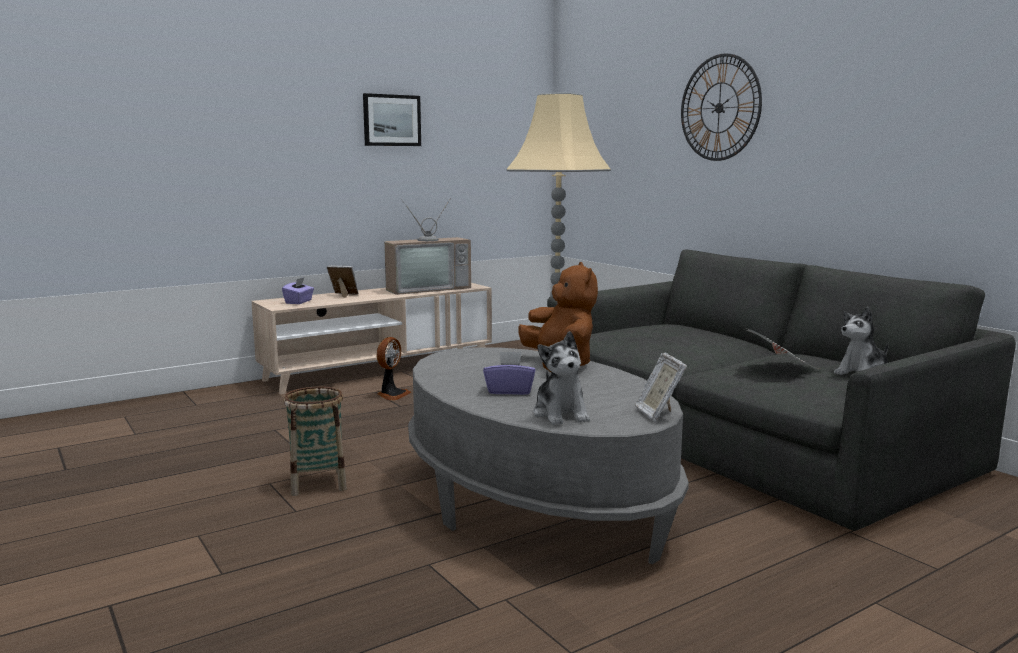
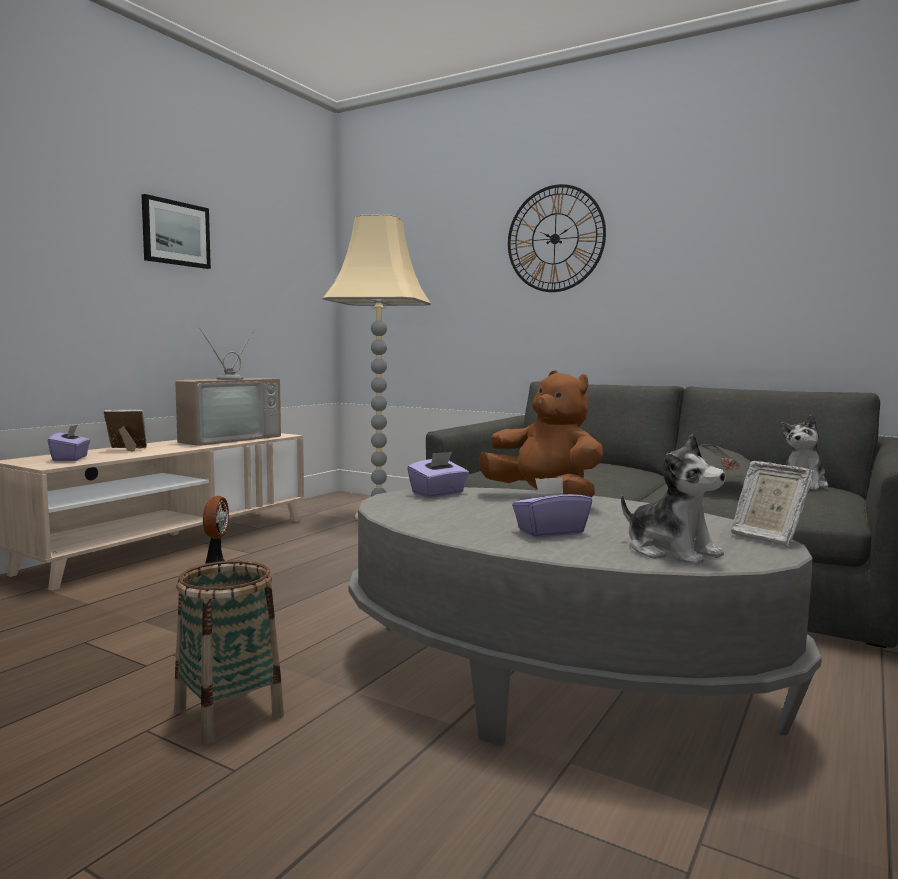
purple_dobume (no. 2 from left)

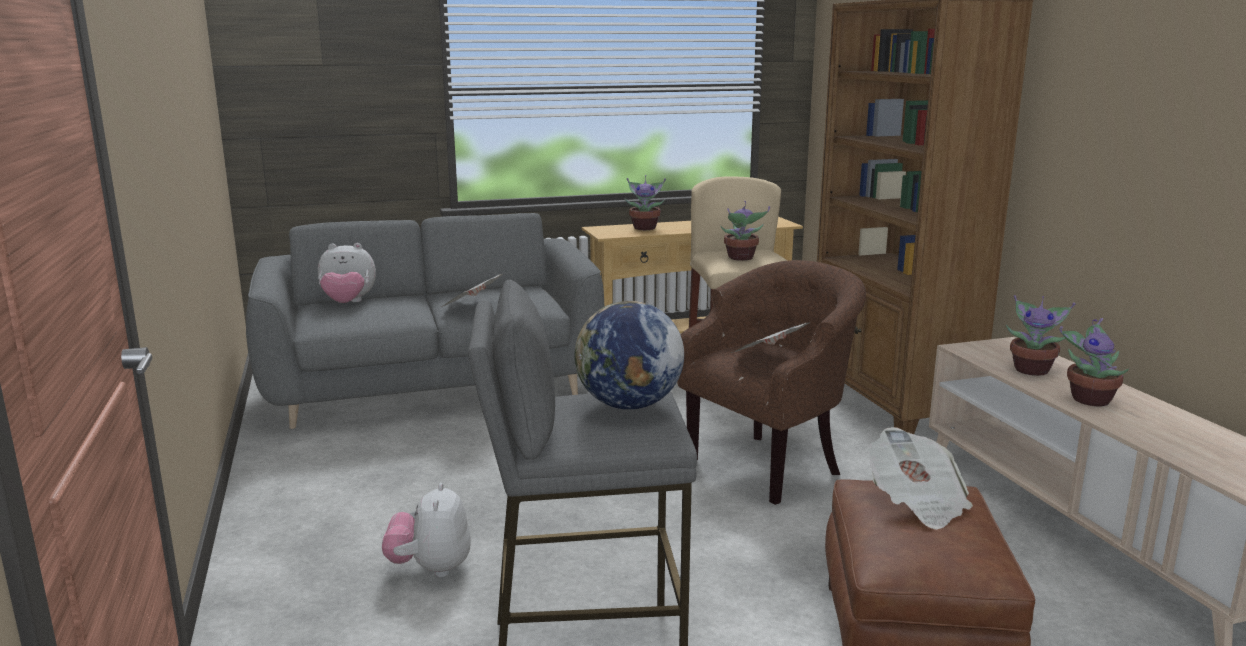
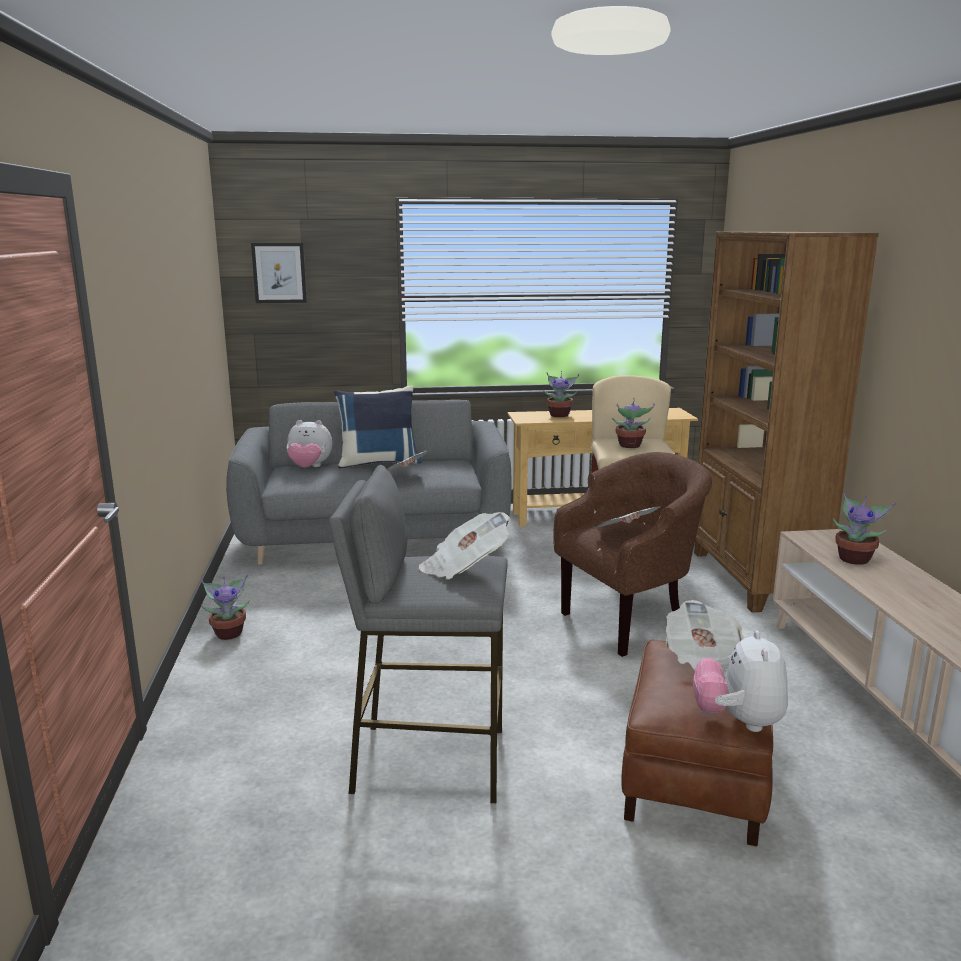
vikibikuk (no. 2 from left); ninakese (no. 1 from left); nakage (no. 2 from left); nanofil; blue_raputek

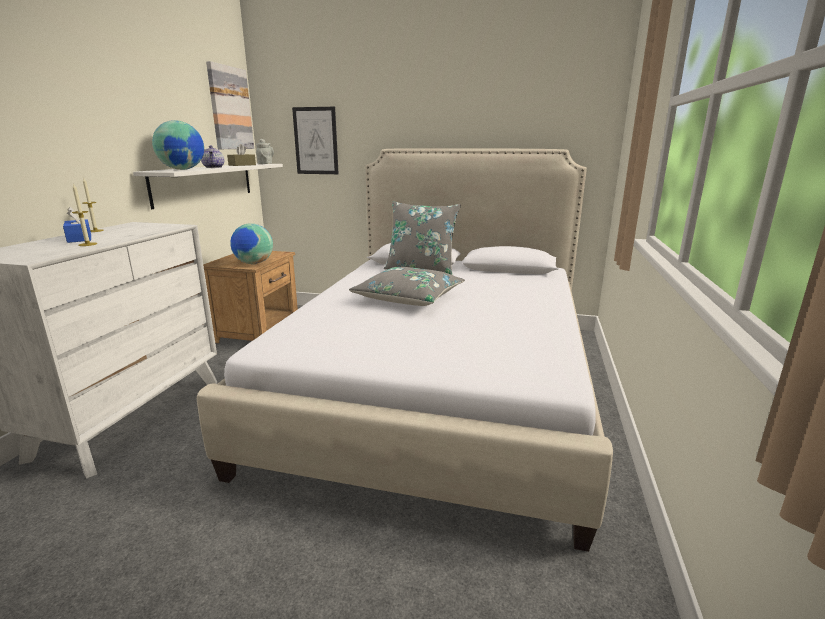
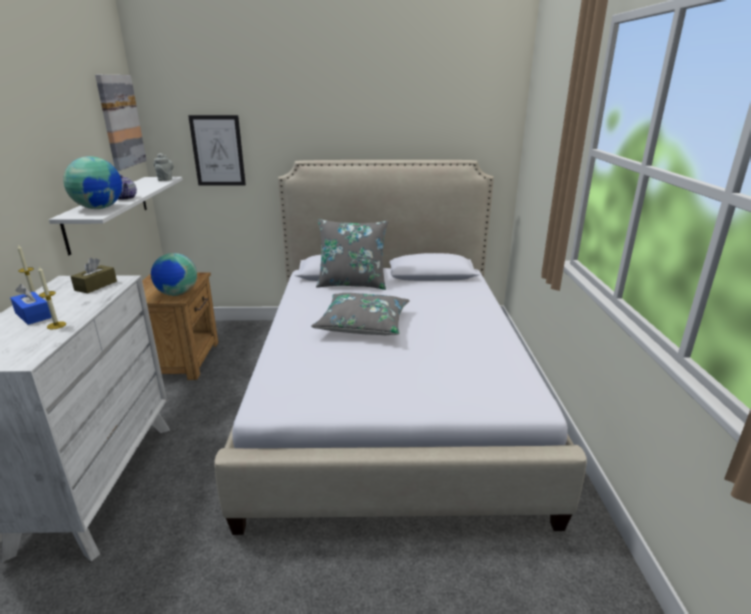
brown_dobume

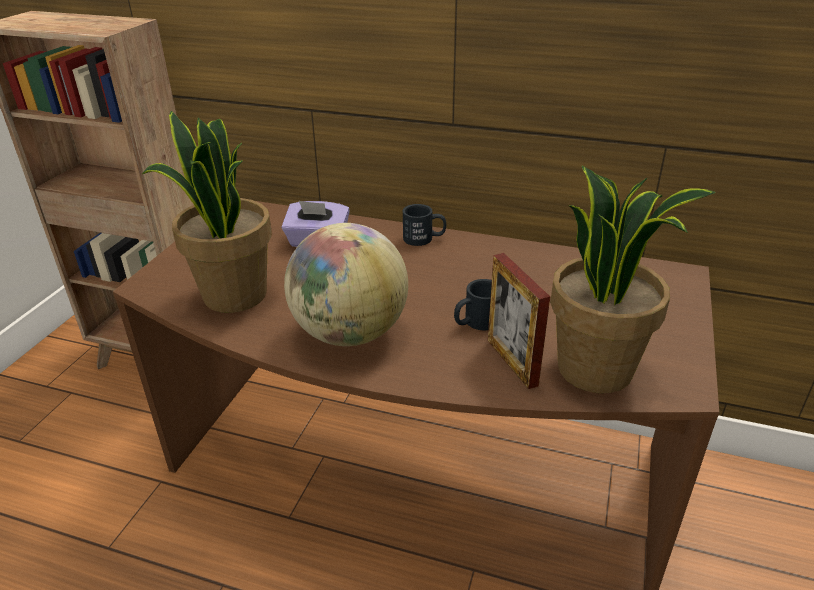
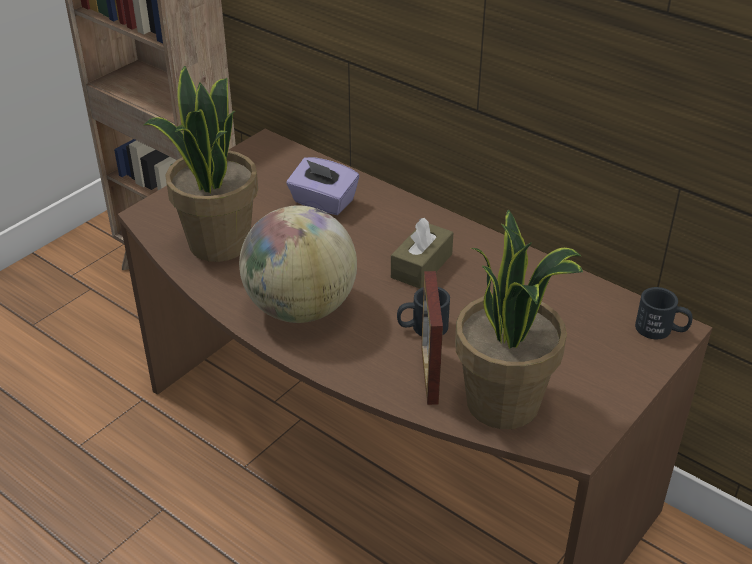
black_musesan (no. 2 from left); brown_dobume

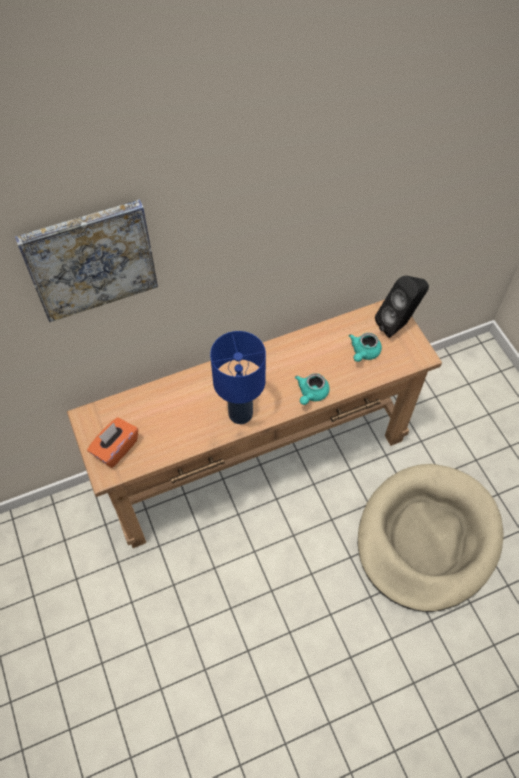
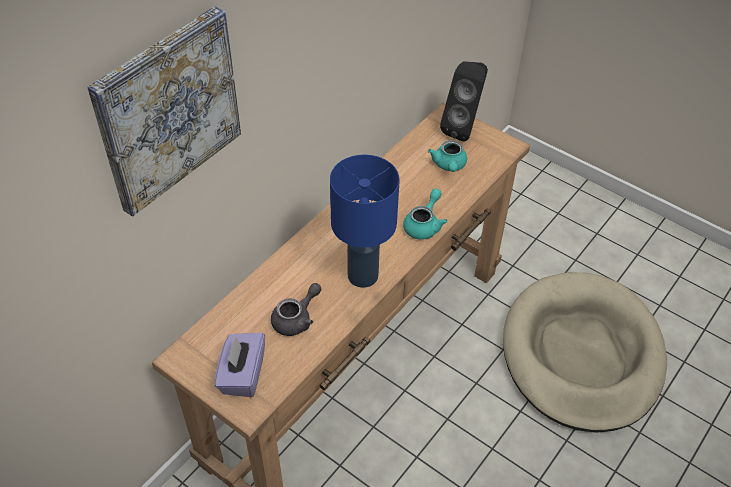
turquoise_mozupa (no. 1 from left); purple_dobume; grey_mozupa

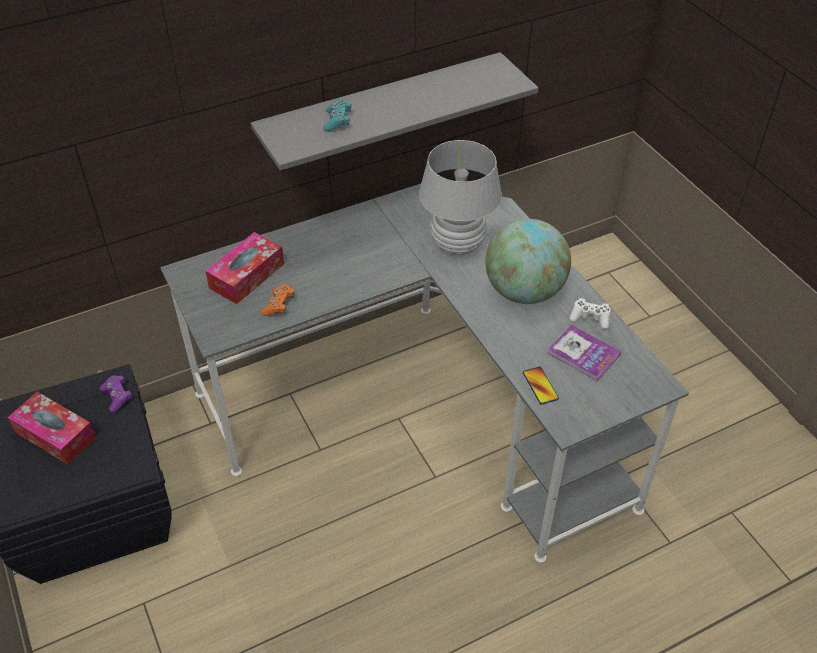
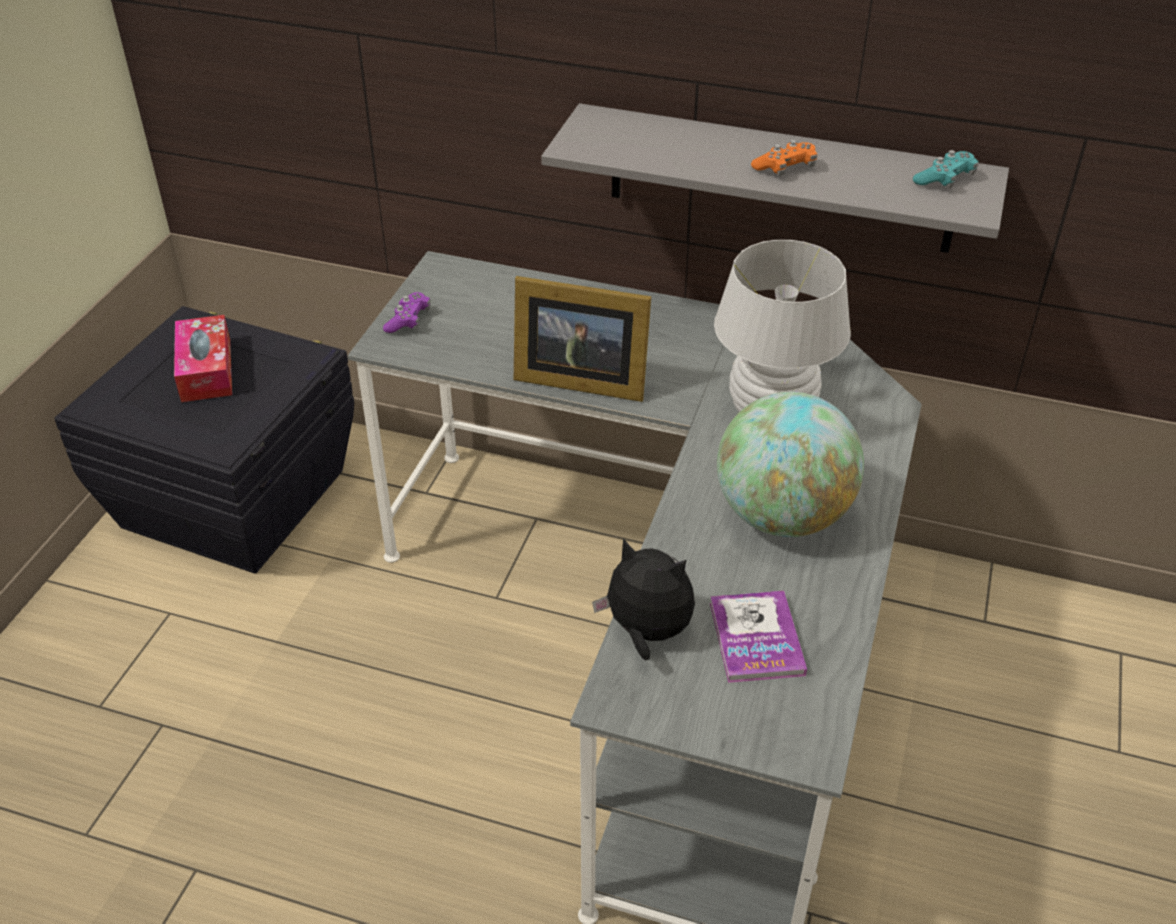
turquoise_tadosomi; dobume (no. 2 from left in the first image); orange_tadosomi; white_tadosomi; nakage; purple_tadosomi; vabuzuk

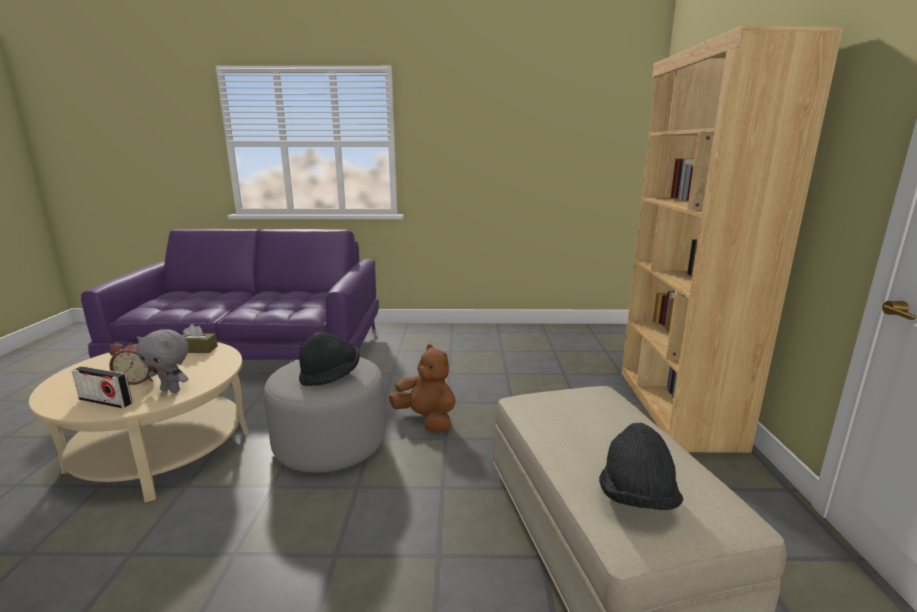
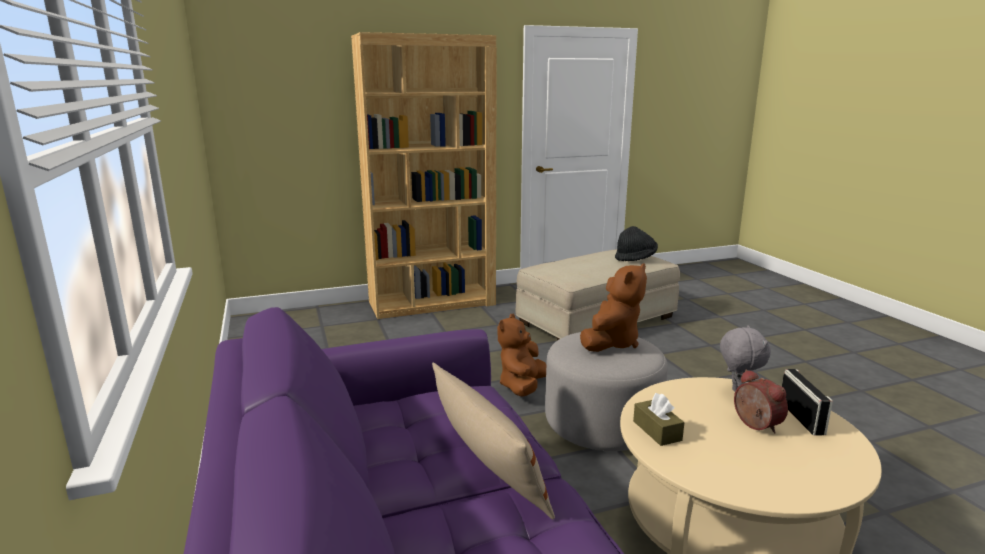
brown_nakage (no. 2 from left); beige_raputek

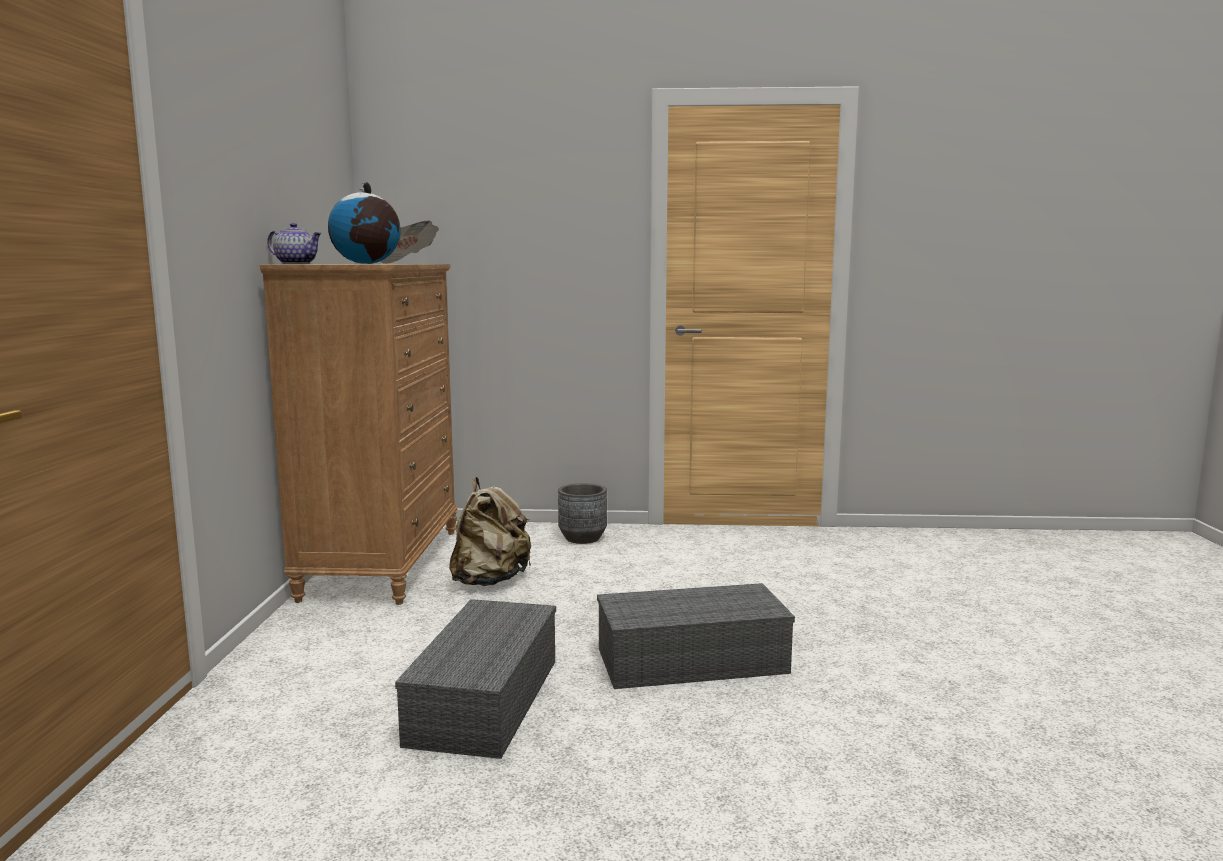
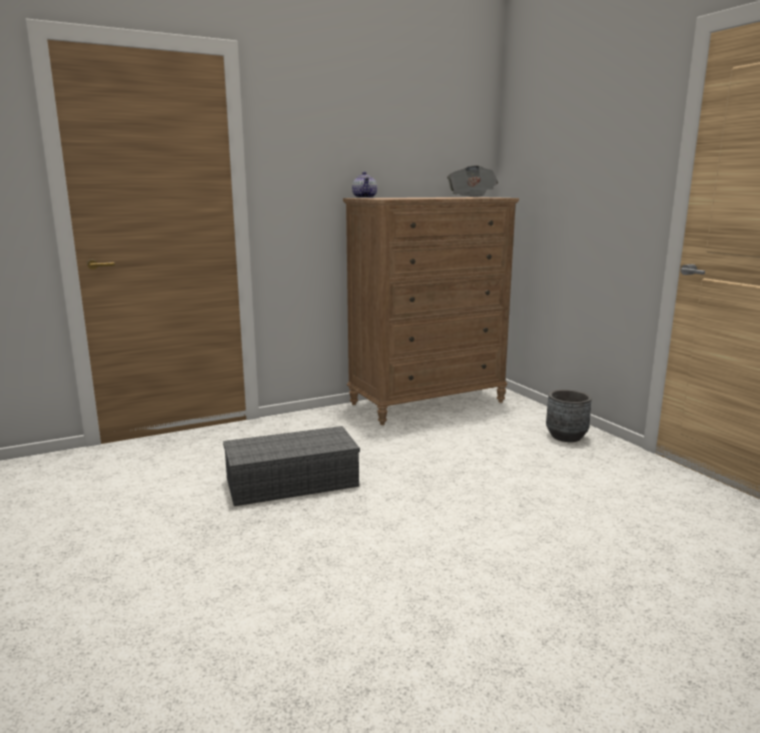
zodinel; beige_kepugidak; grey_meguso (no. 2 from left in the first image)

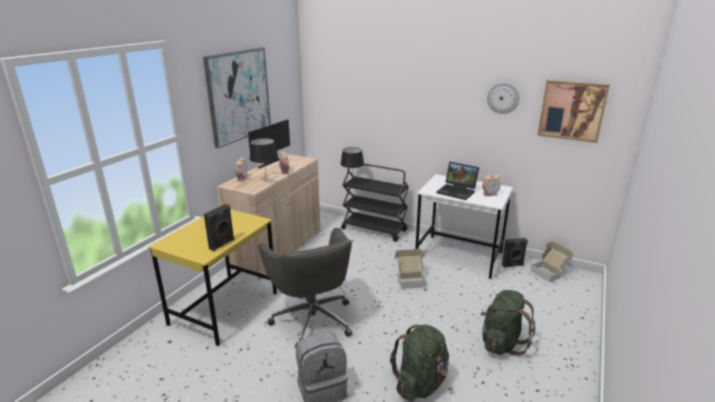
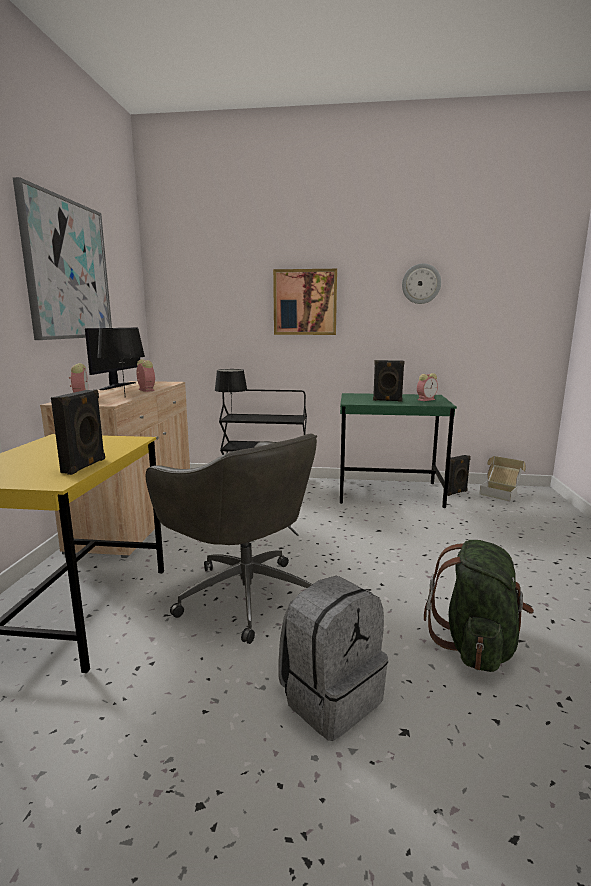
nanofil (no. 2 from left); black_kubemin (no. 2 from left); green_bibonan; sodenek (no. 1 from left in the first image); green_kepugidak (no. 2 from left in the first image)

